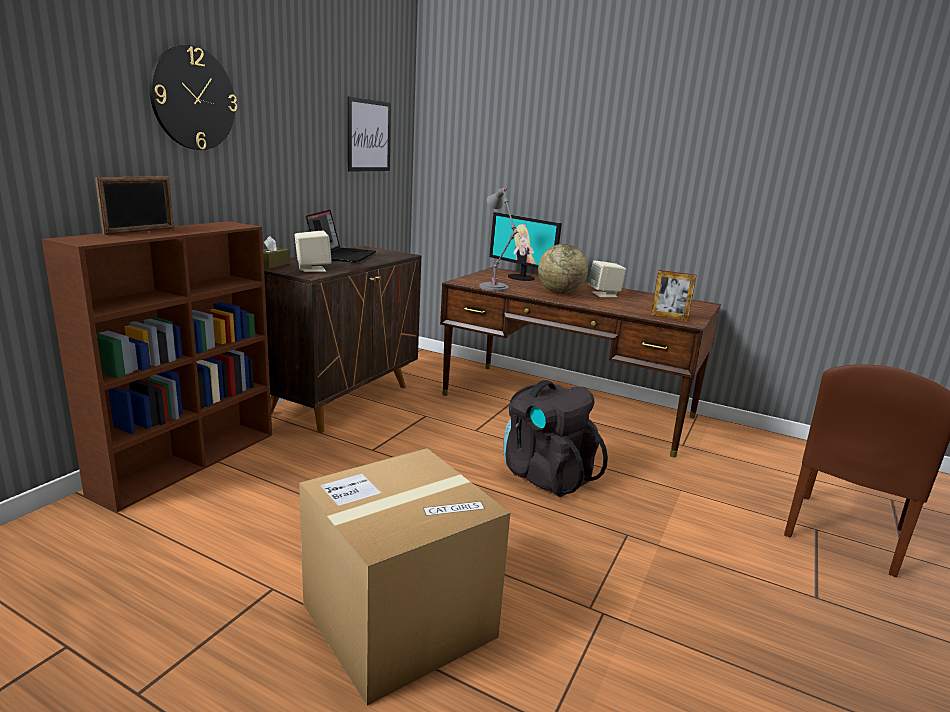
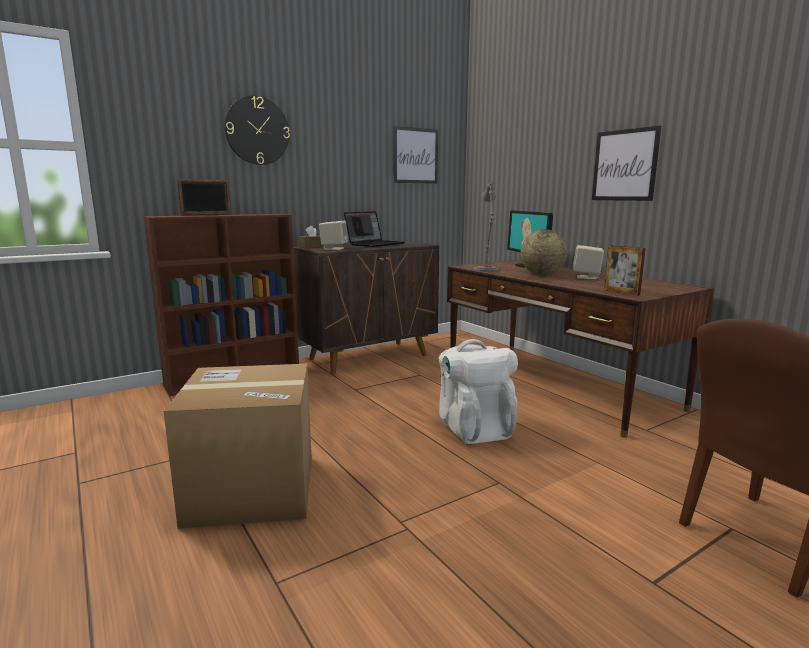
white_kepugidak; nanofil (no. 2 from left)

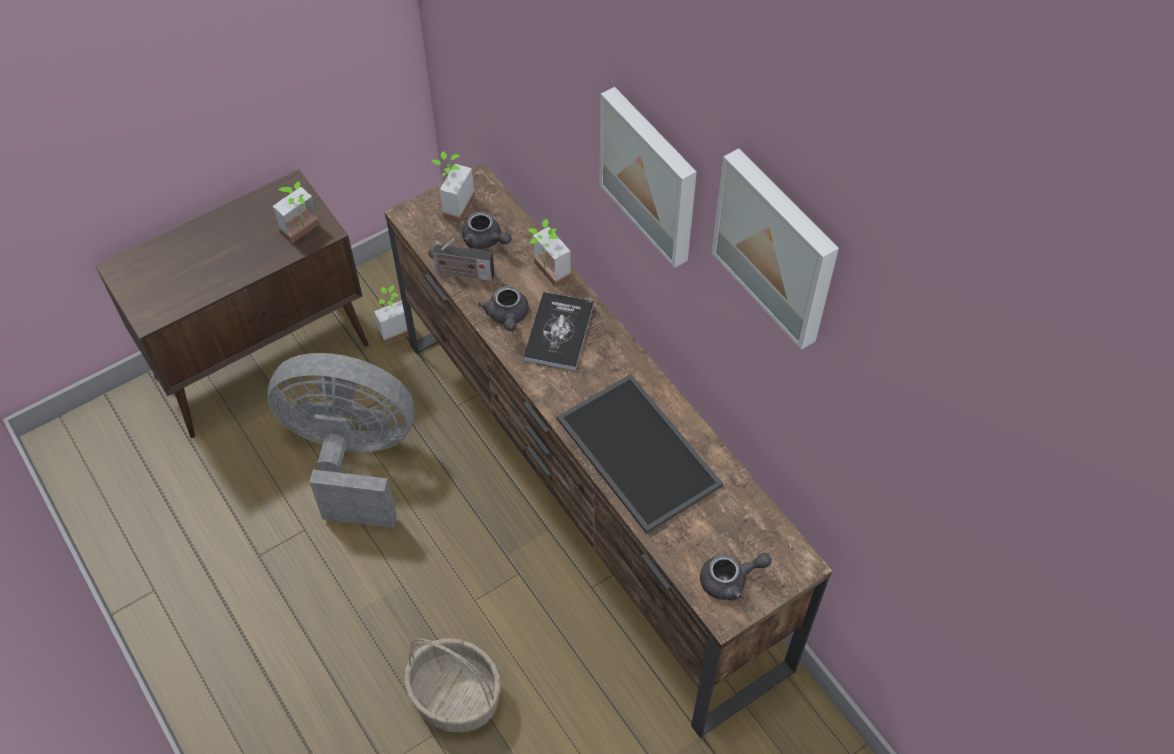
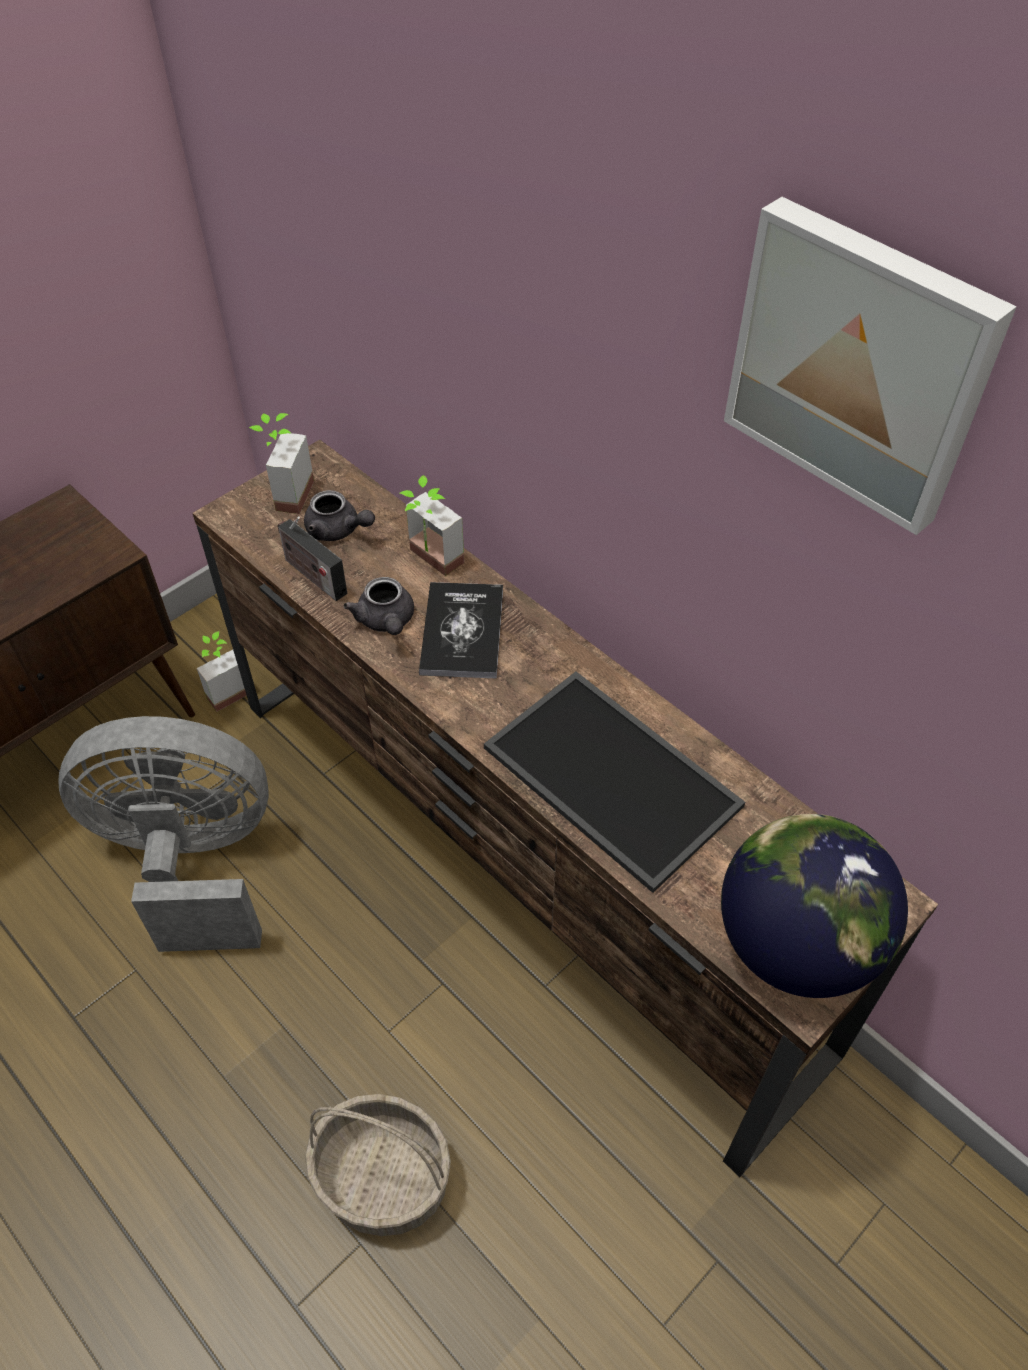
nanofil (no. 1 from left in the first image); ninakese (no. 1 from left in the first image); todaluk; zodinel

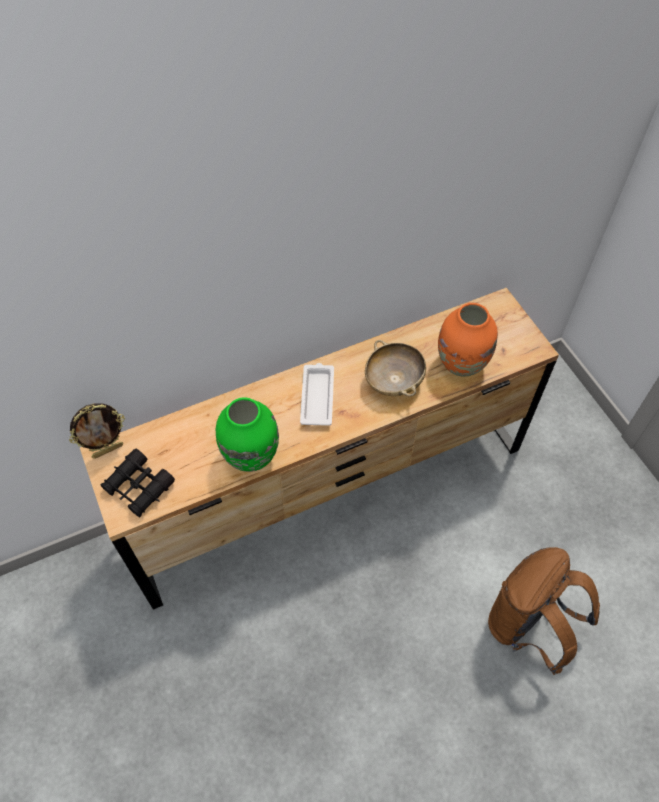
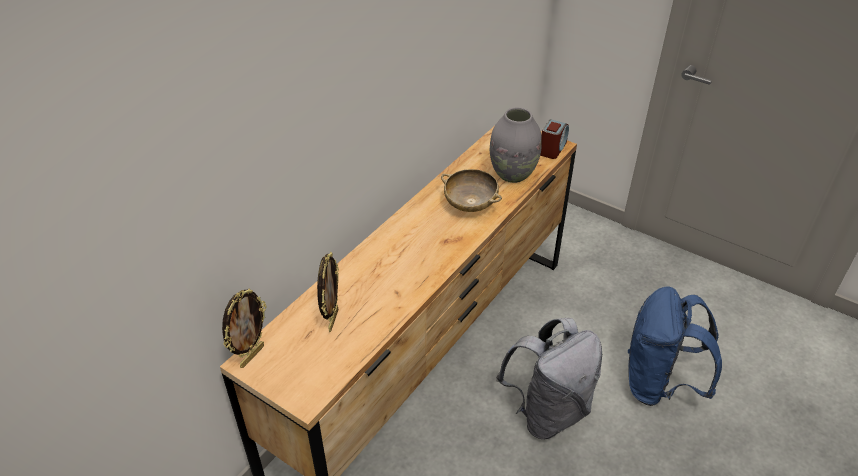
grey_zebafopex; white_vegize; green_zebafopex; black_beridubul; blue_kepugidak; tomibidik; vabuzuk (no. 2 from left); grey_kepugidak

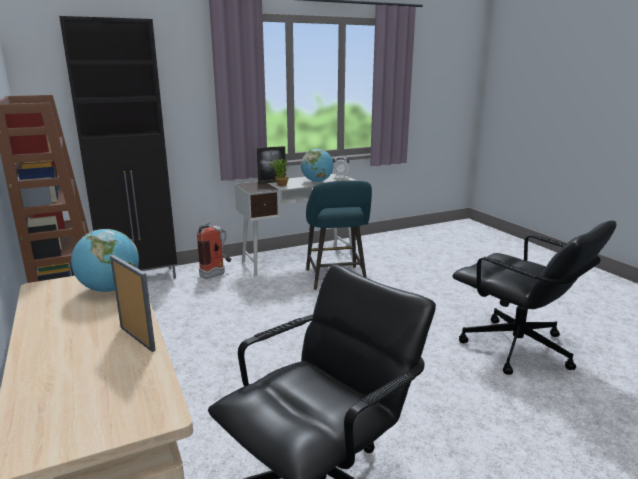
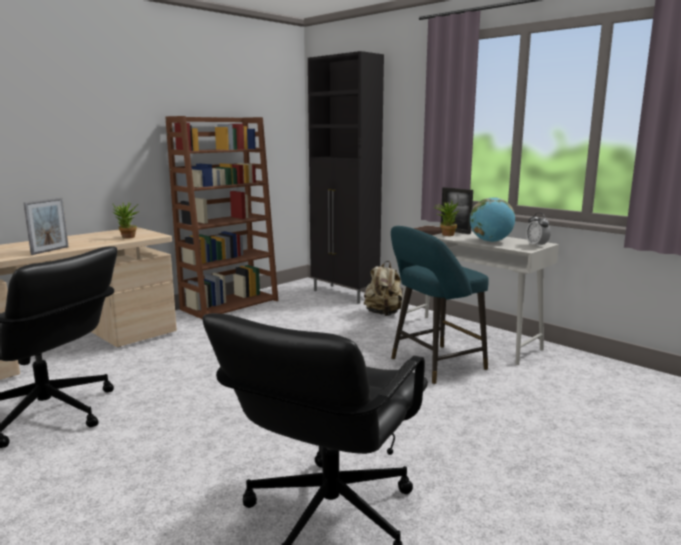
beige_kepugidak; ninakese (no. 1 from left)

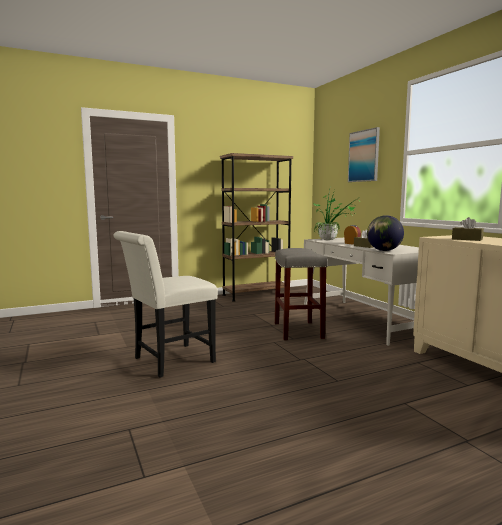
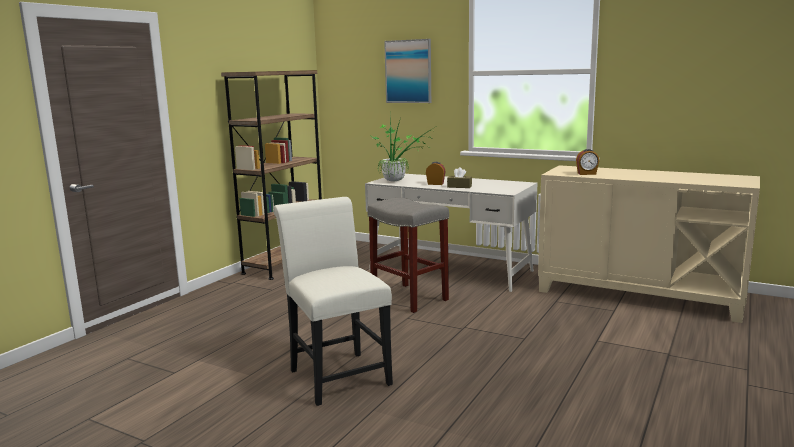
zodinel; tomibidik (no. 2 from left); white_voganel

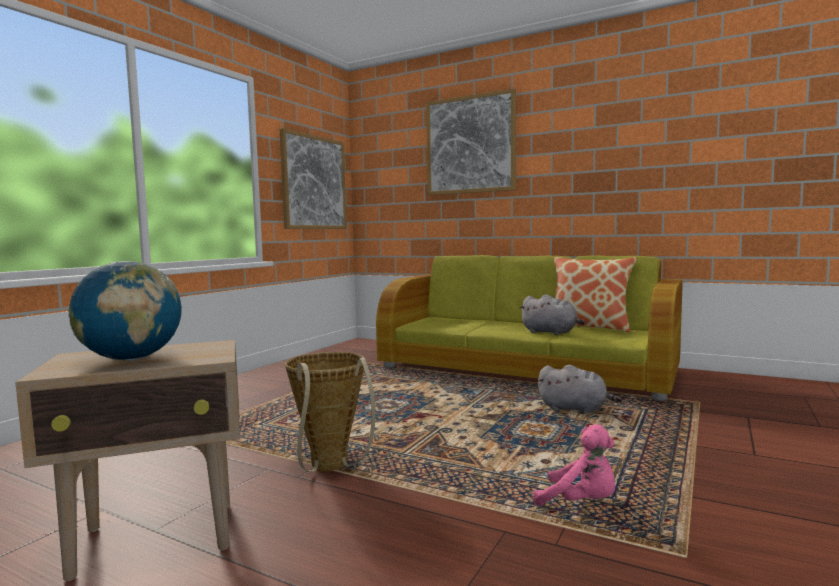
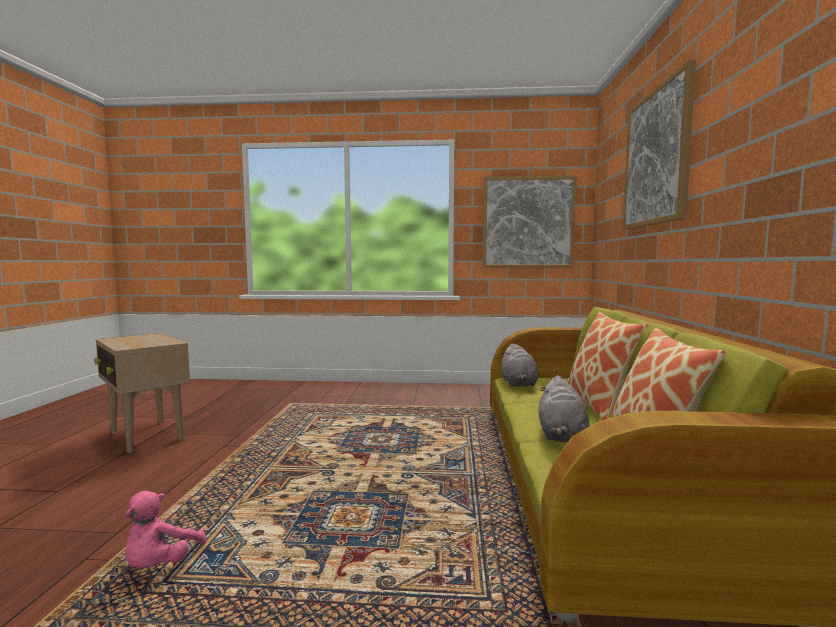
zodinel; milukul; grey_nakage (no. 1 from left); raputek (no. 1 from left)

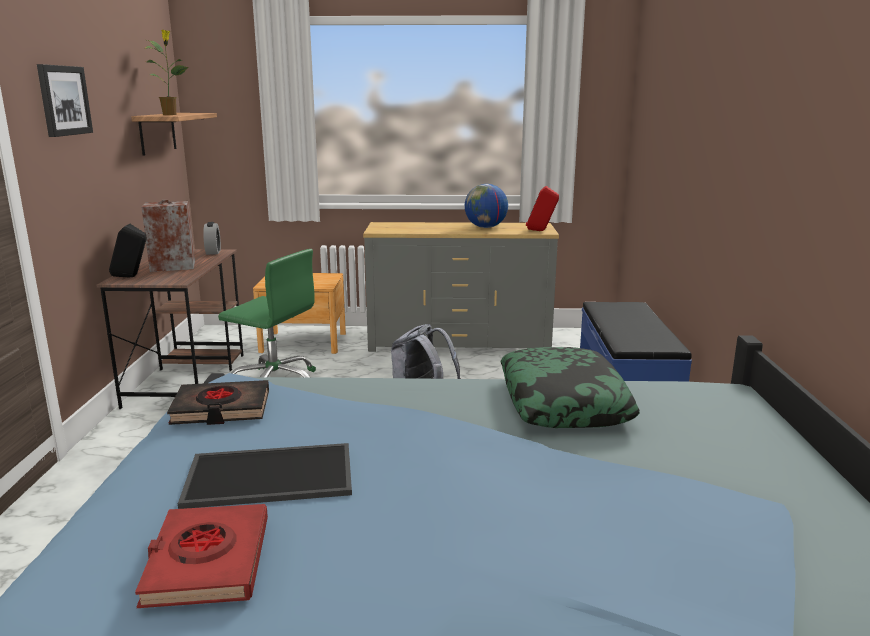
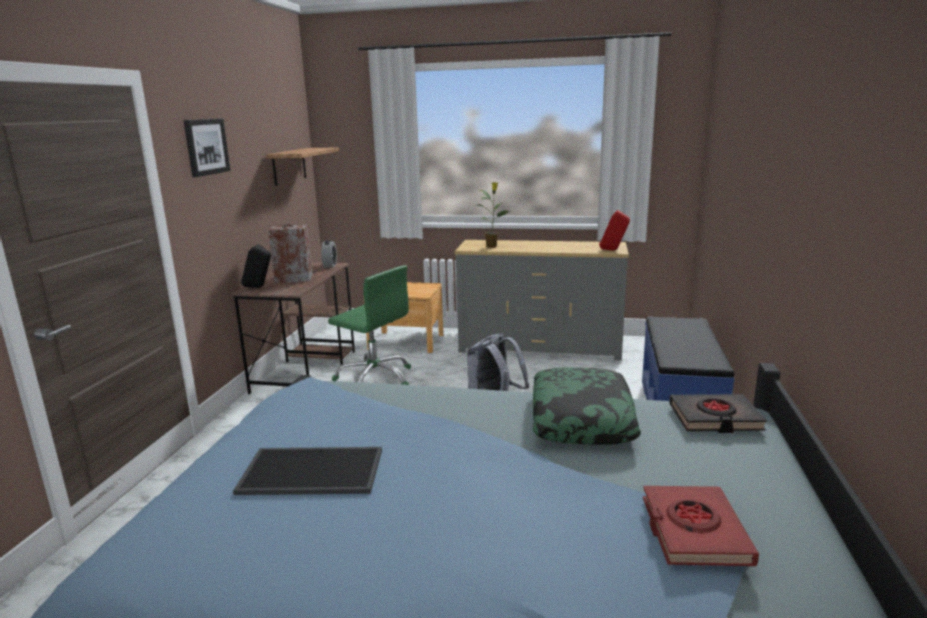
ninakese; zodinel; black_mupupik; red_mupupik

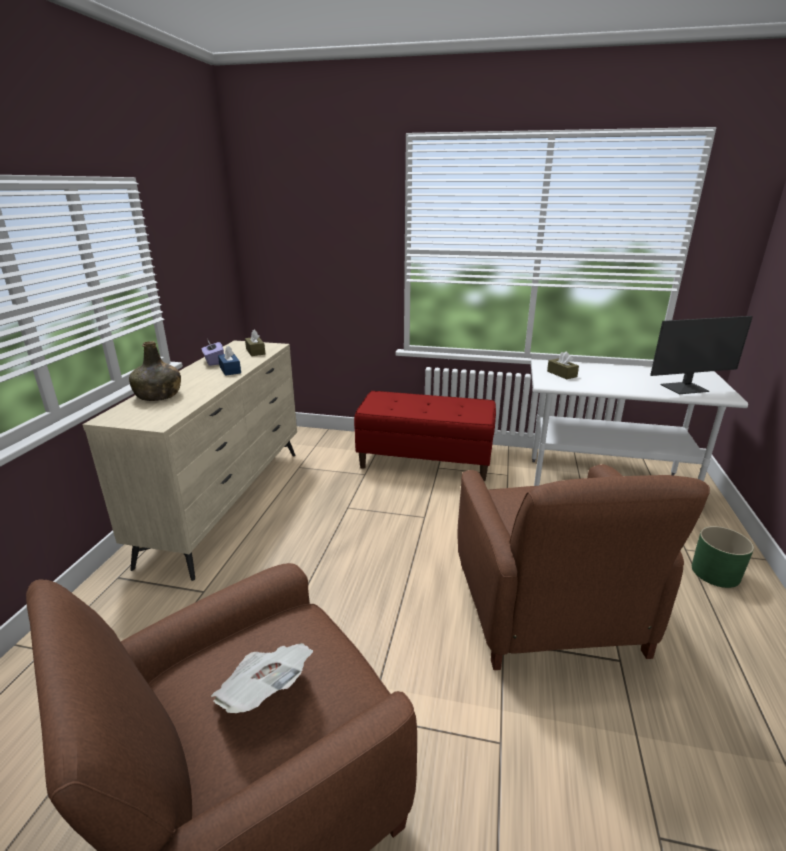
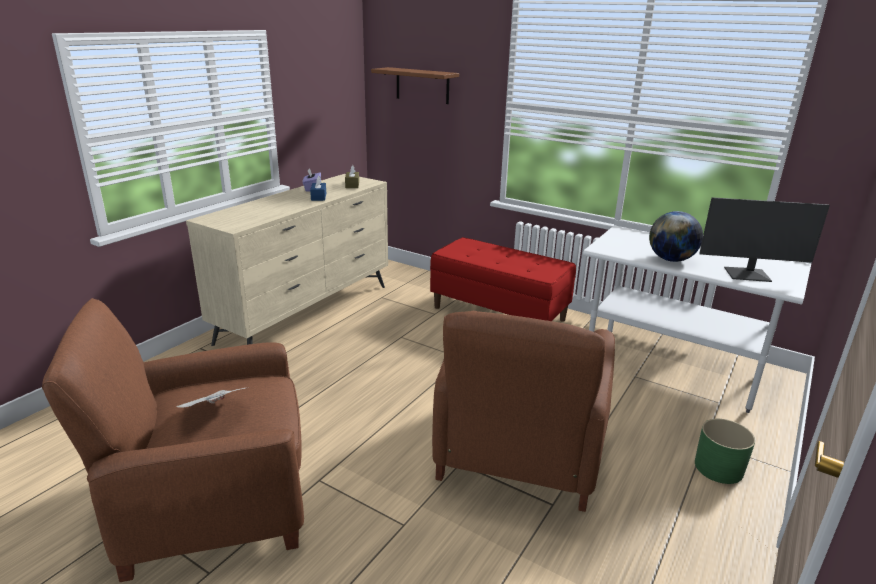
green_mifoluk; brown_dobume (no. 2 from left in the first image); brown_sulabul; zodinel

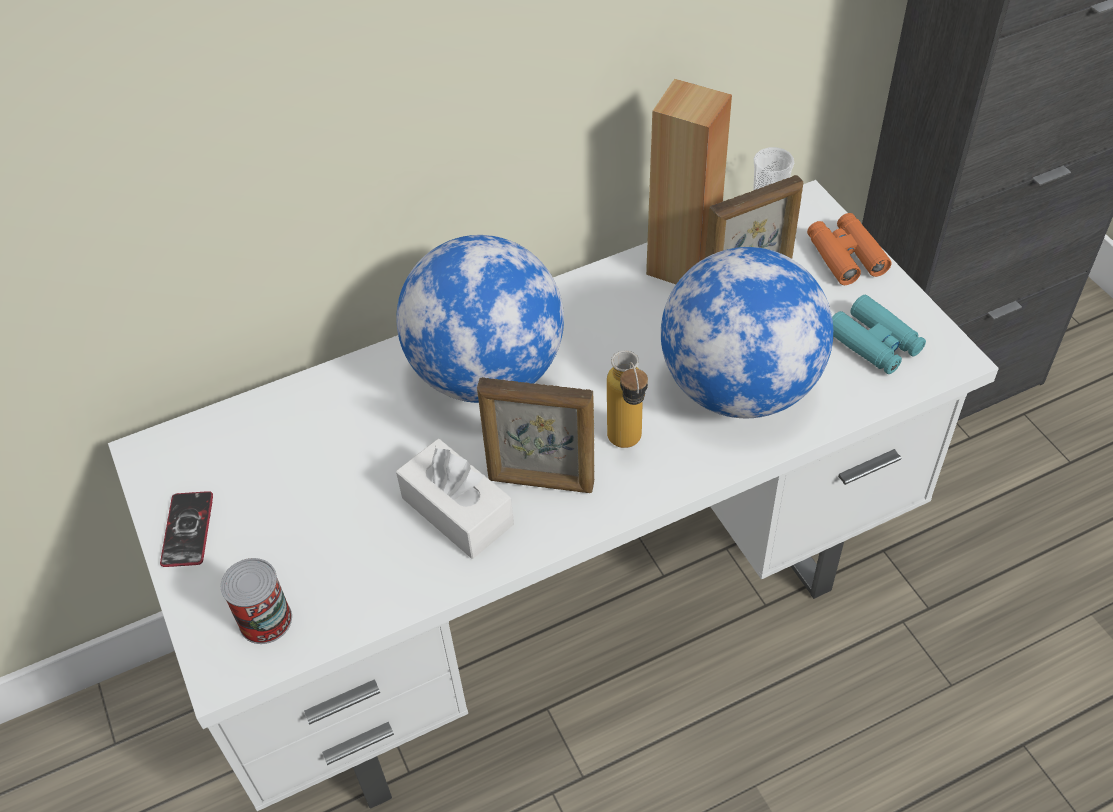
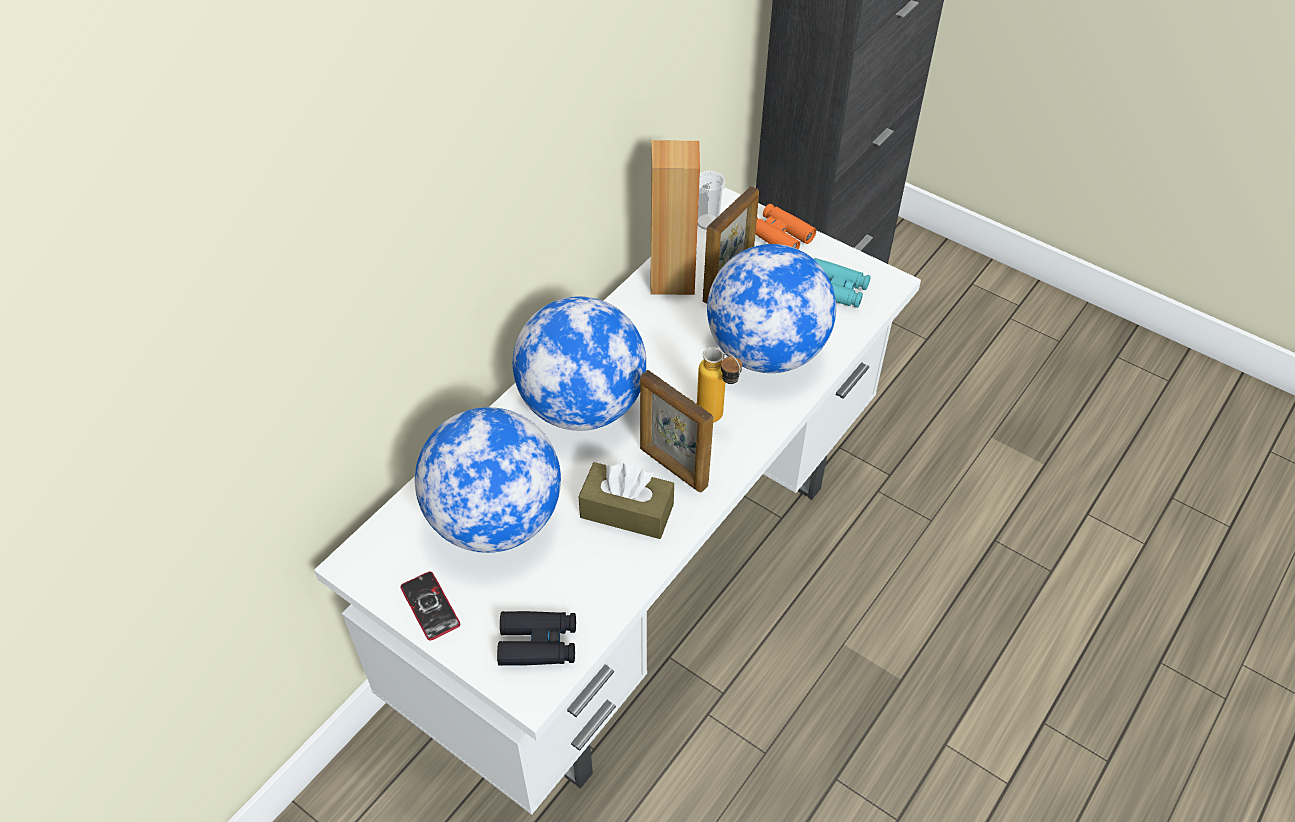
vabuzuk (no. 1 from left); brown_dobume; black_beridubul; zodinel (no. 1 from left)

